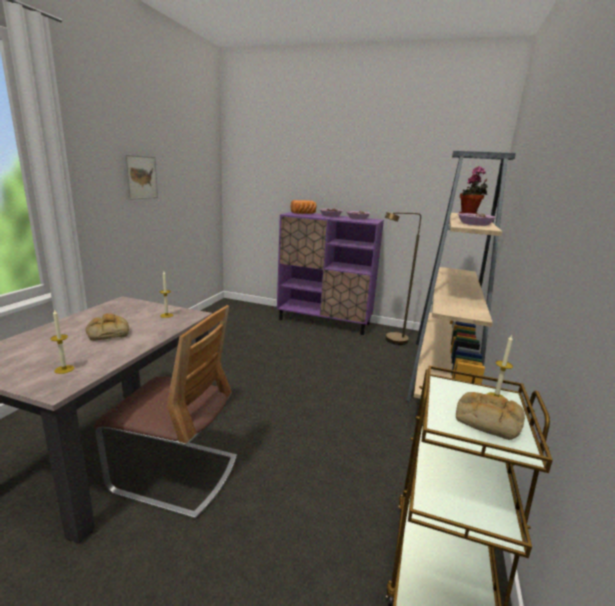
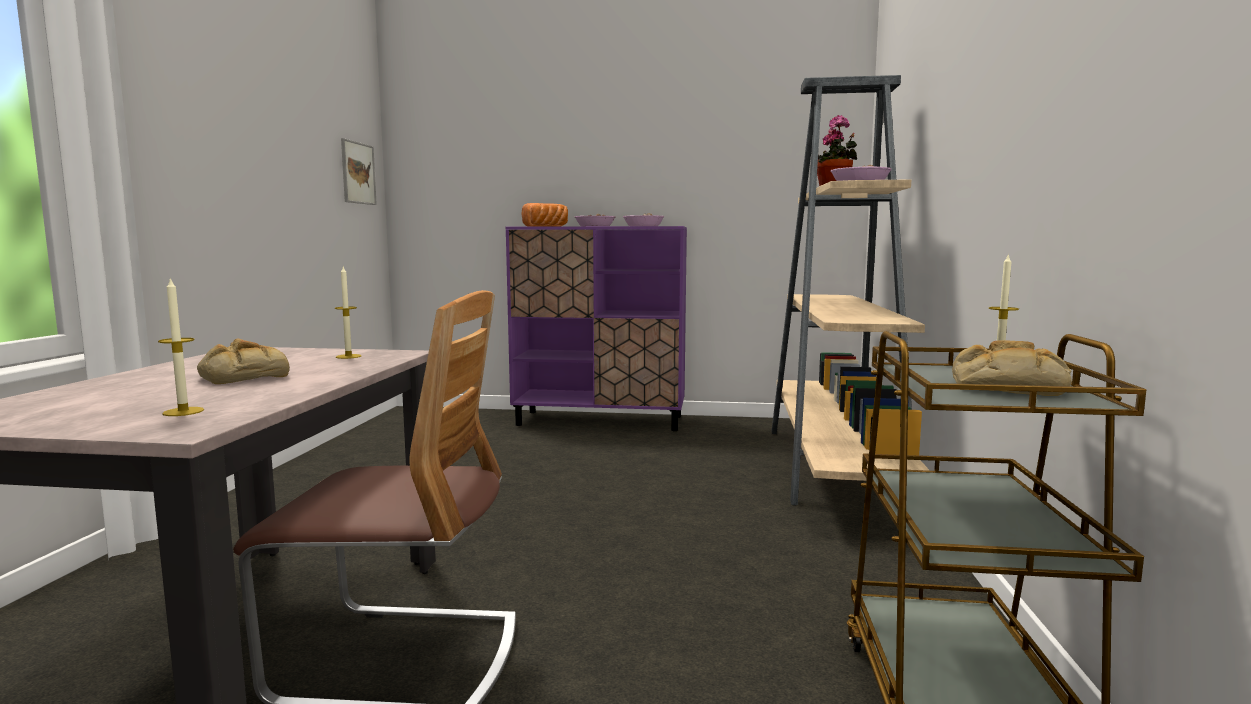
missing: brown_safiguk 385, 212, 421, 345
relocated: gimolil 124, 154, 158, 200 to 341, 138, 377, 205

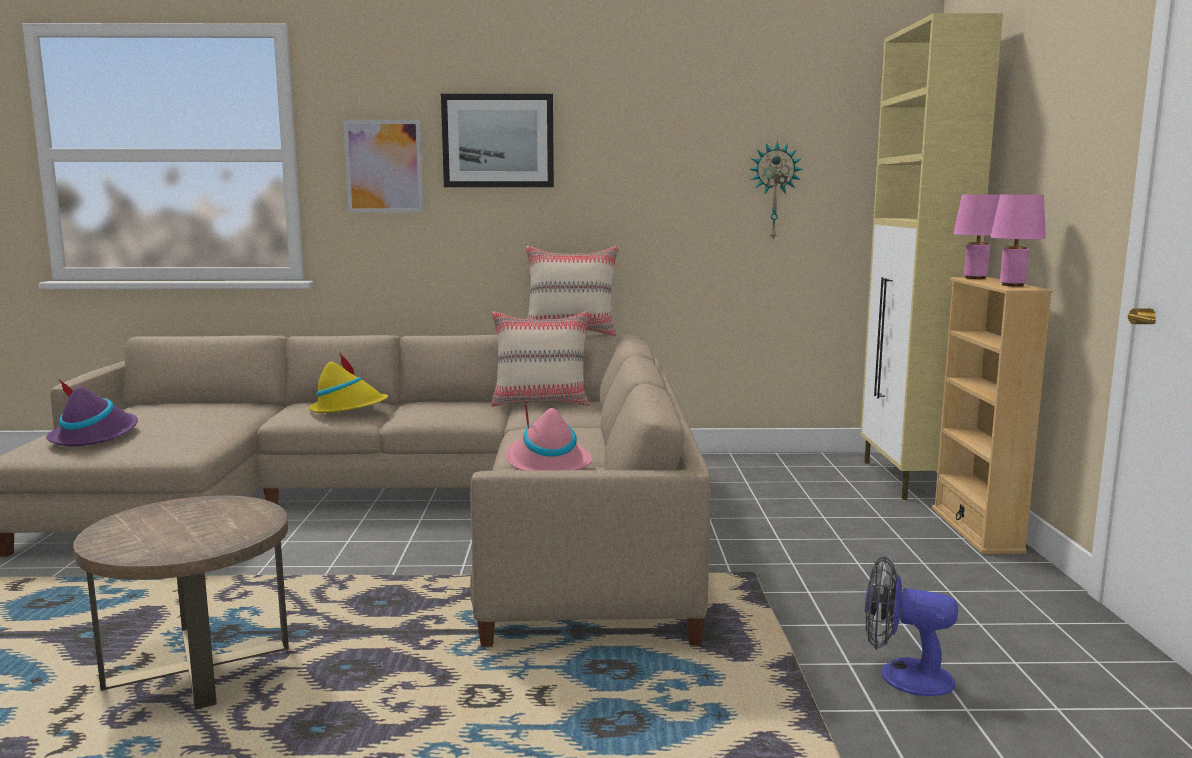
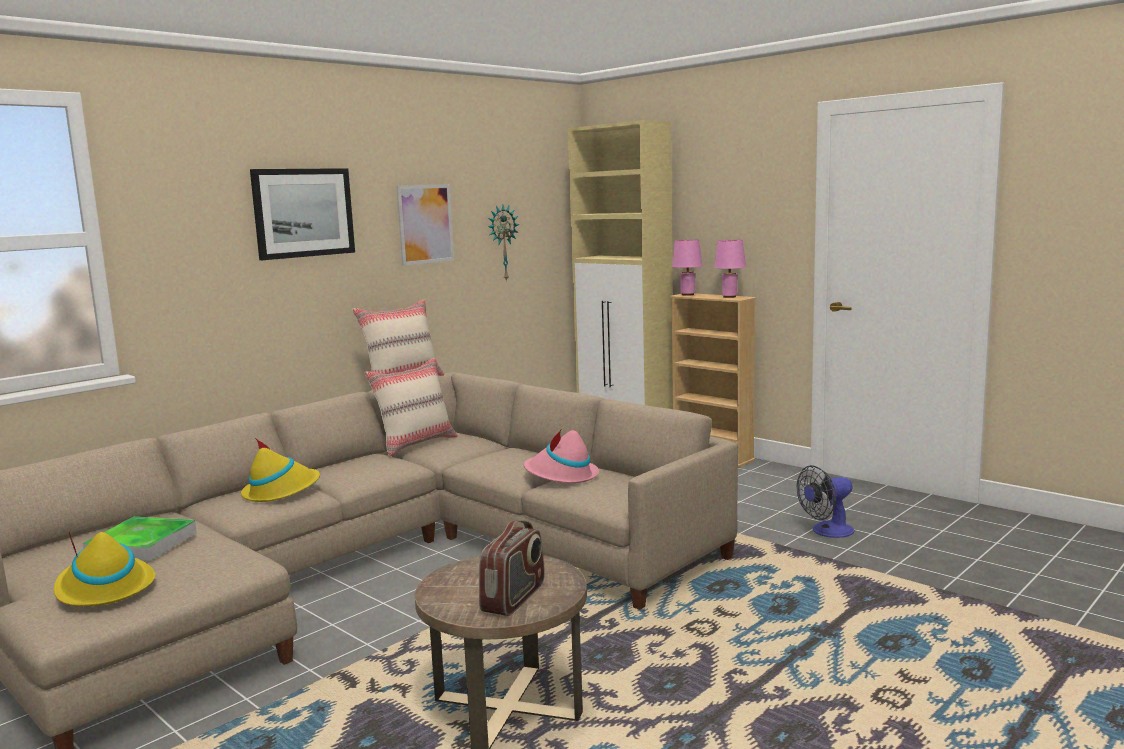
appeared: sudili 83, 517, 197, 562; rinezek 479, 520, 545, 616
relocated: gimolil 343, 120, 424, 213 to 396, 184, 454, 266
colour: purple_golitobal 46, 379, 138, 446 to yellow_golitobal 54, 531, 155, 606

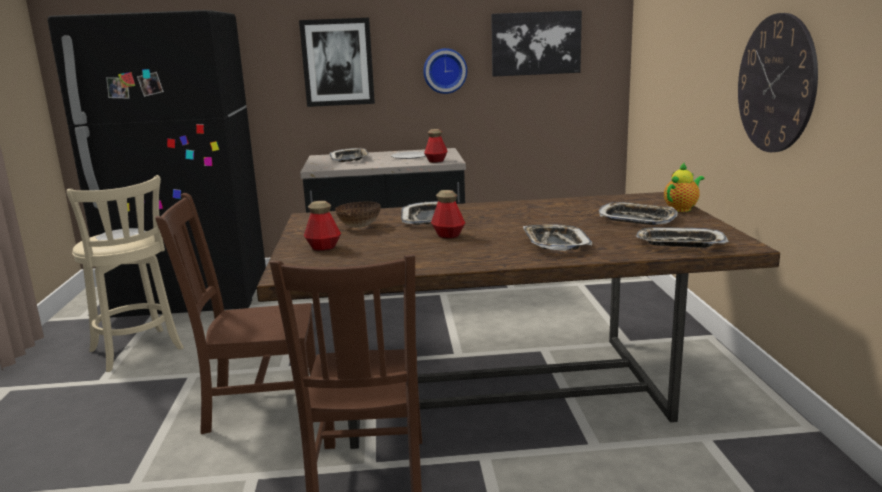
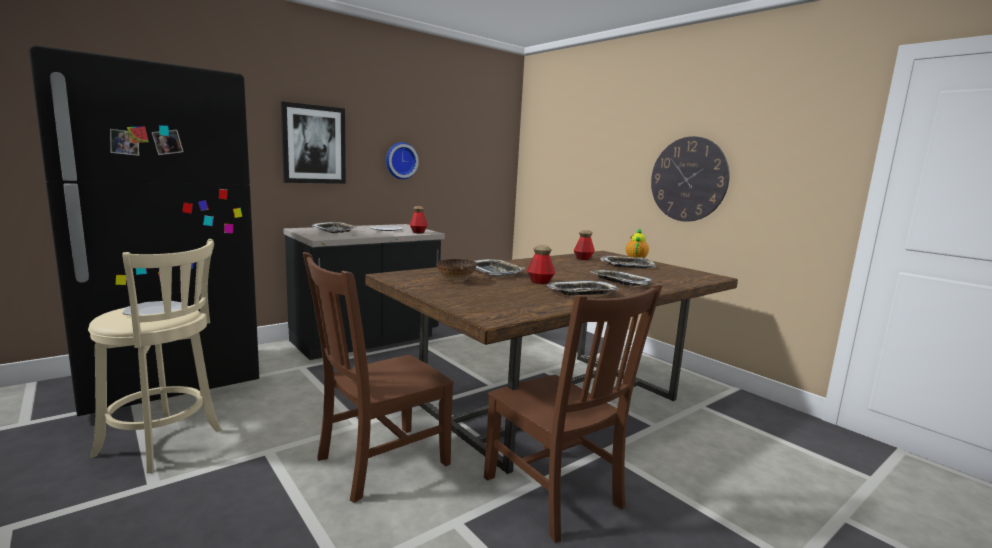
missing: gimolil 491, 10, 582, 77
relocated: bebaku 304, 201, 341, 251 to 574, 230, 595, 260; sudili 636, 227, 729, 248 to 547, 281, 619, 295

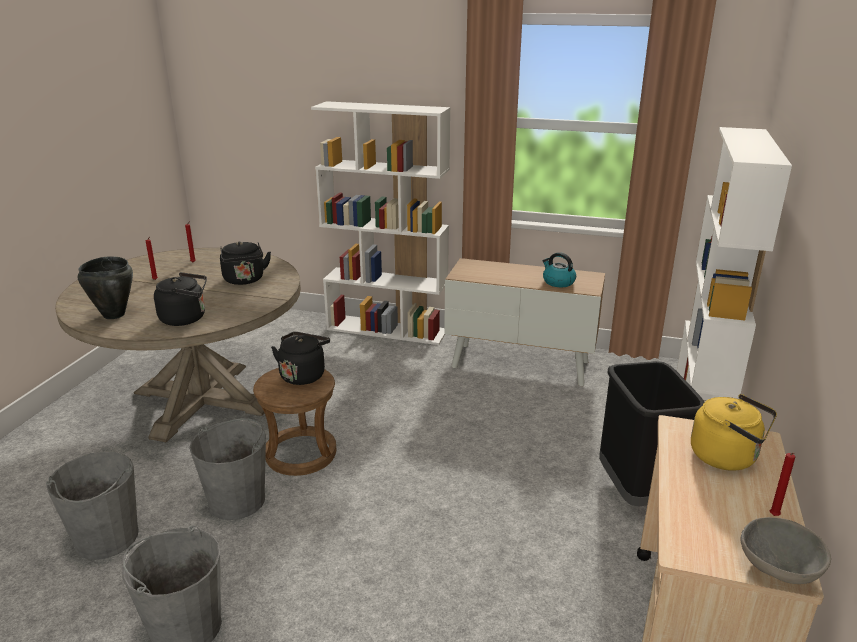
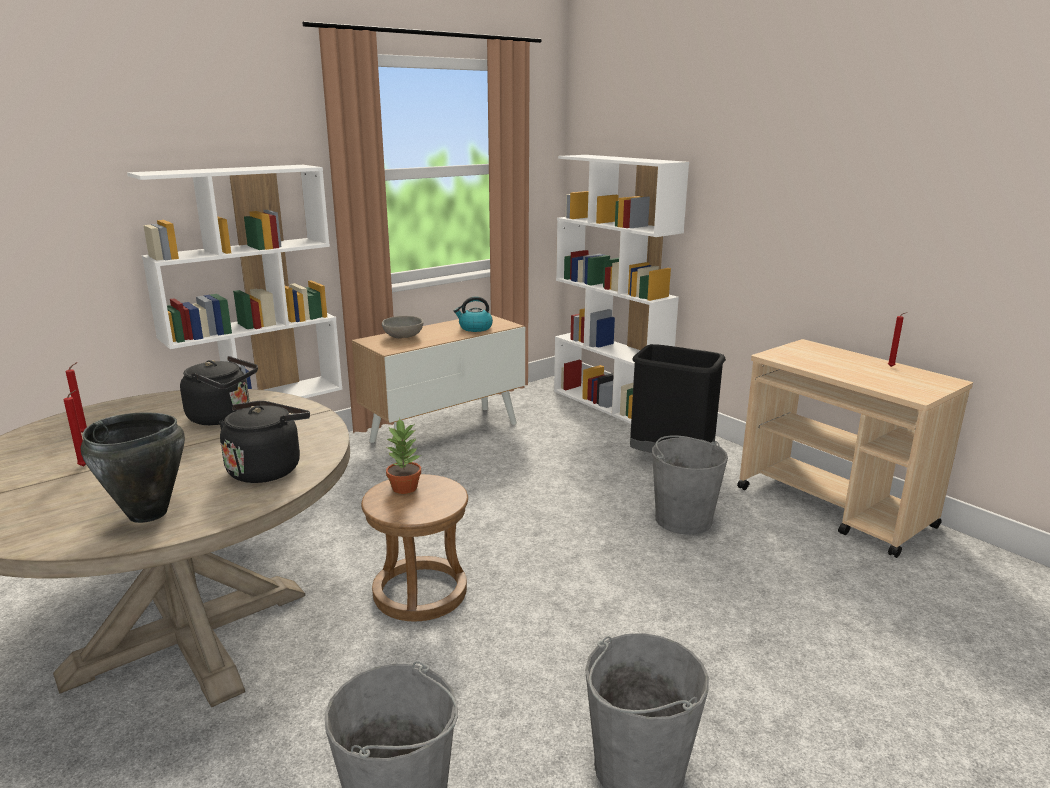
missing: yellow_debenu 691, 394, 777, 471
relocated: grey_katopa 189, 418, 266, 520 to 652, 435, 728, 535; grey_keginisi 740, 517, 831, 584 to 382, 316, 424, 338
exchanged: black_debenu 271, 332, 330, 385 to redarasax 386, 418, 421, 494

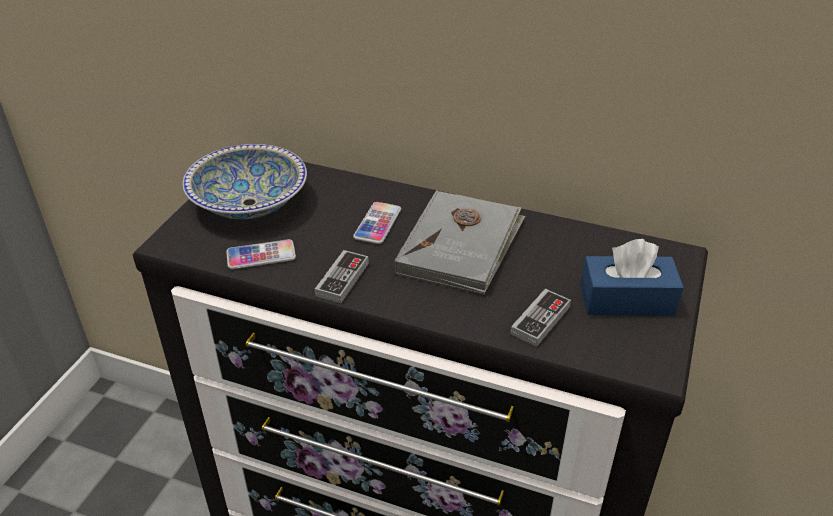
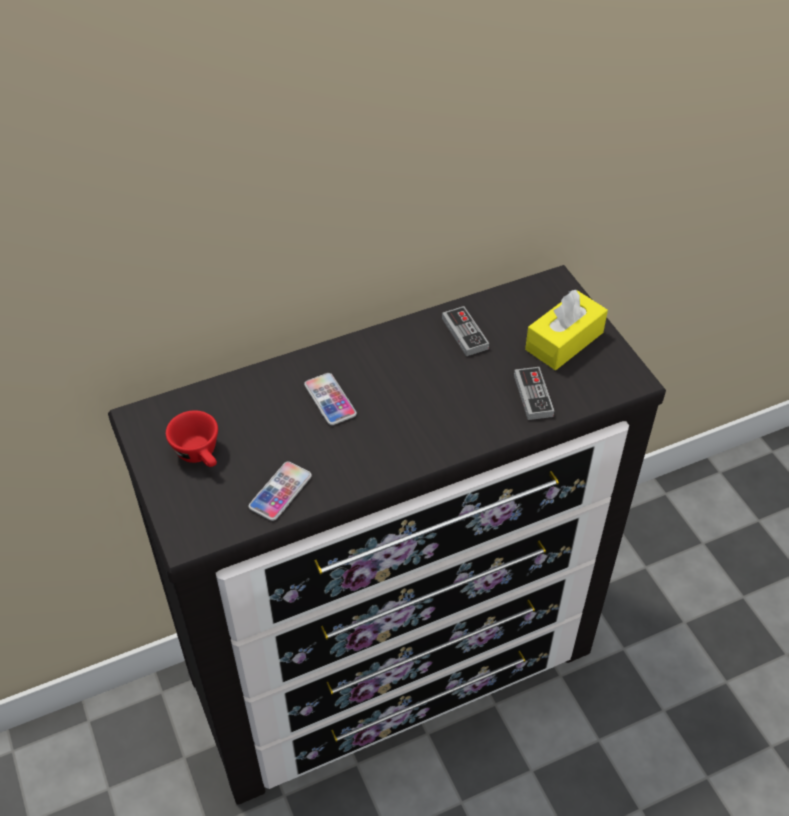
missing: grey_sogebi 393, 190, 525, 295
relocated: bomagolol 315, 250, 369, 303 to 442, 306, 489, 356
exchanged: keginisi 183, 144, 307, 219 to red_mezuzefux 166, 410, 218, 467
colour: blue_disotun 580, 239, 684, 316 to yellow_disotun 525, 290, 608, 370

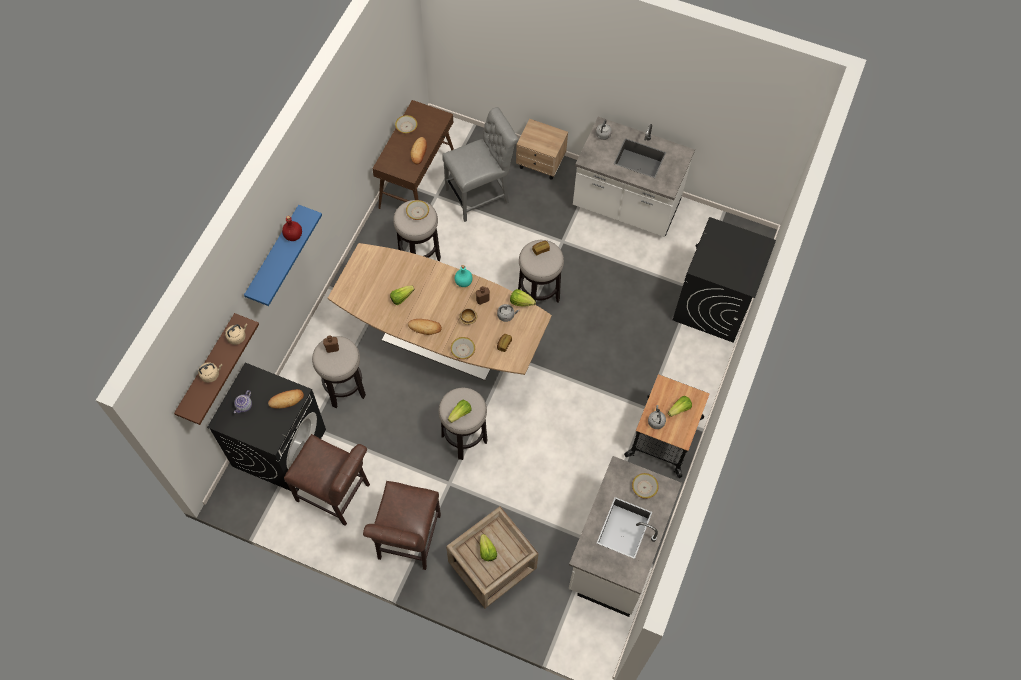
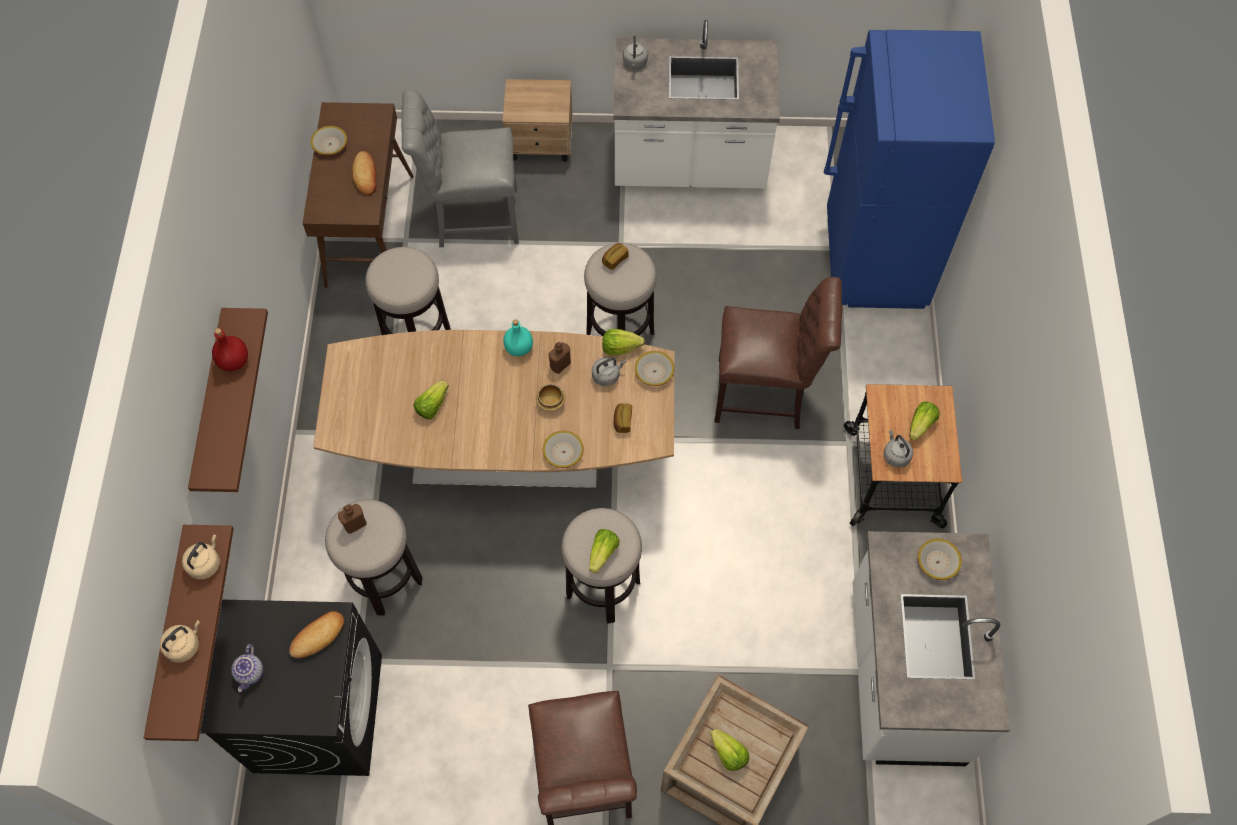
missing: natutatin 408, 319, 442, 335
relocated: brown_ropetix 284, 434, 370, 526 to 715, 277, 842, 429; keginisi 406, 200, 429, 220 to 635, 351, 674, 386
exchanged: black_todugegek 673, 217, 776, 343 to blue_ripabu 824, 30, 995, 309
colour: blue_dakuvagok 244, 205, 322, 306 to brown_dakuvagok 188, 308, 268, 492
spun: grey_ropetix 442, 107, 519, 222 = 401, 90, 519, 247 135 degrees counterclockwise

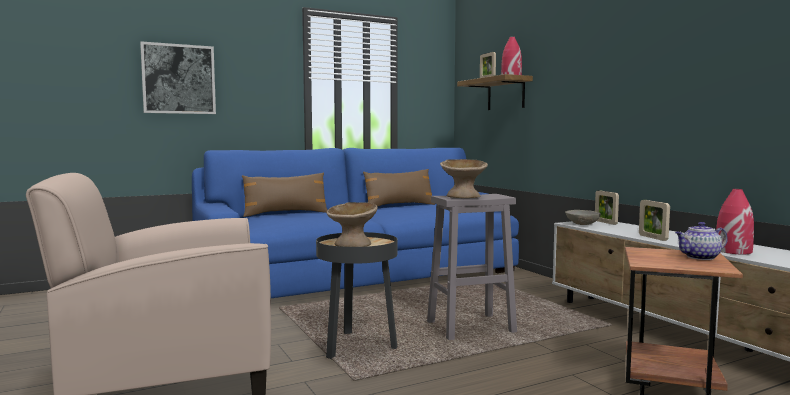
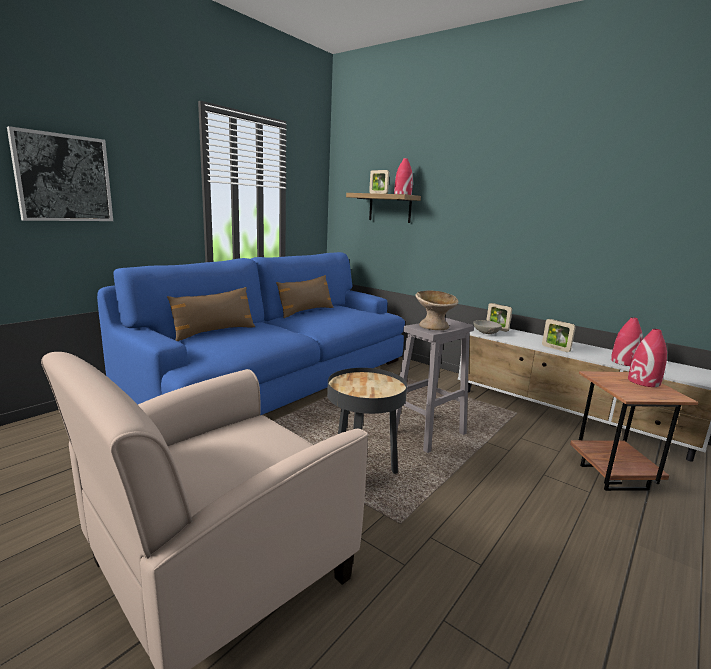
missing: beige_keginisi 327, 202, 378, 247
exchanged: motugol 675, 222, 728, 260 to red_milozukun 628, 329, 667, 387

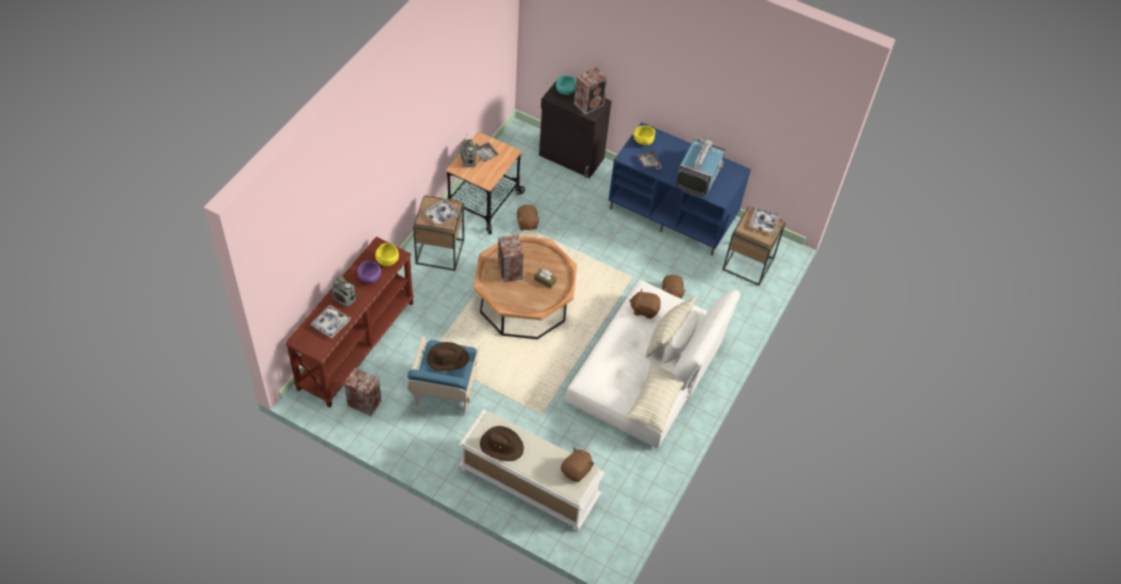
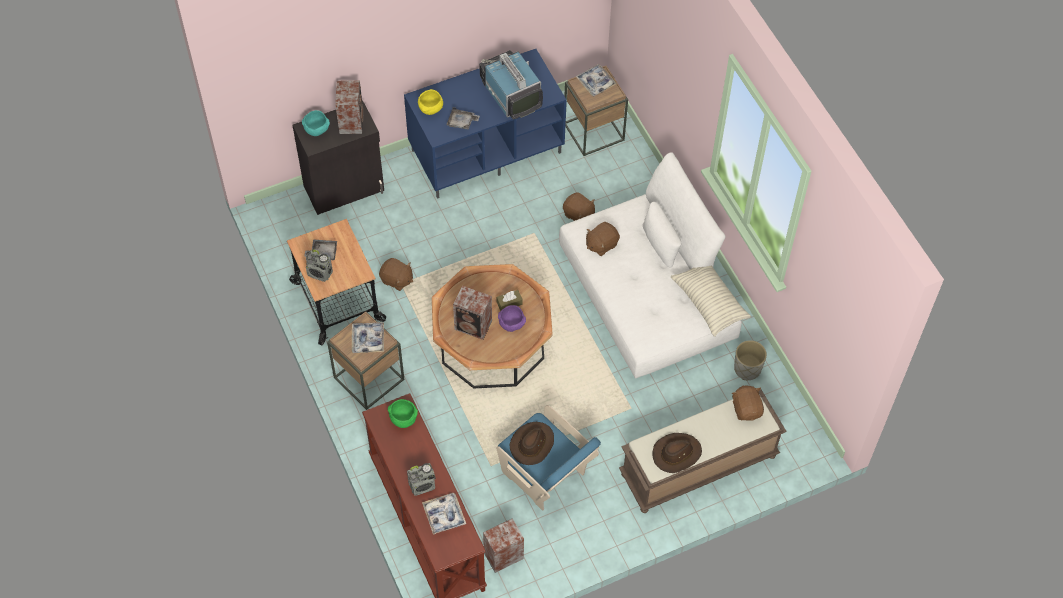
missing: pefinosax 646, 296, 697, 358
appeared: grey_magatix 734, 340, 767, 380
relocated: purple_keginisi 358, 261, 381, 284 to 498, 305, 526, 332
colour: yellow_keginisi 375, 243, 399, 266 to green_keginisi 388, 399, 418, 428; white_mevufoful 459, 410, 605, 531 to brown_mevufoful 619, 389, 787, 513

